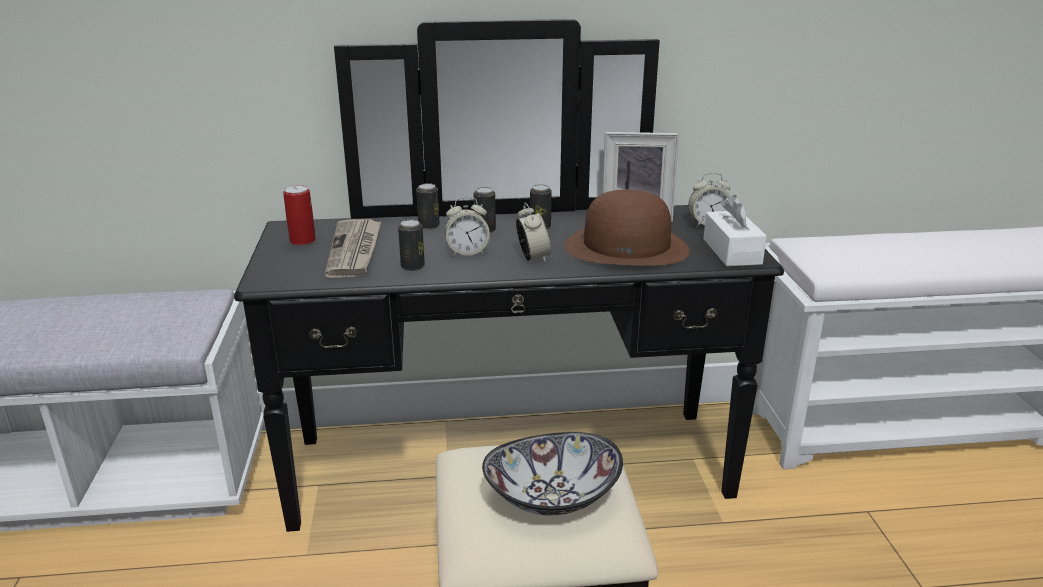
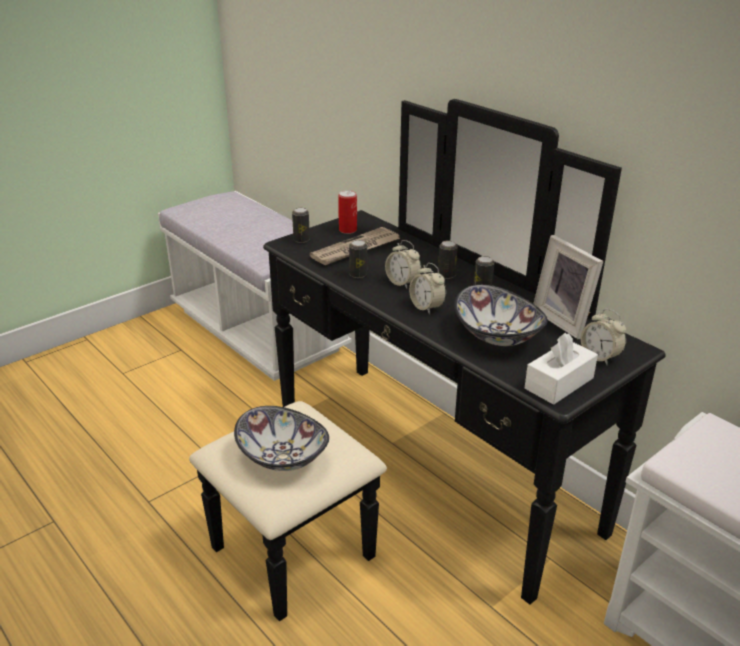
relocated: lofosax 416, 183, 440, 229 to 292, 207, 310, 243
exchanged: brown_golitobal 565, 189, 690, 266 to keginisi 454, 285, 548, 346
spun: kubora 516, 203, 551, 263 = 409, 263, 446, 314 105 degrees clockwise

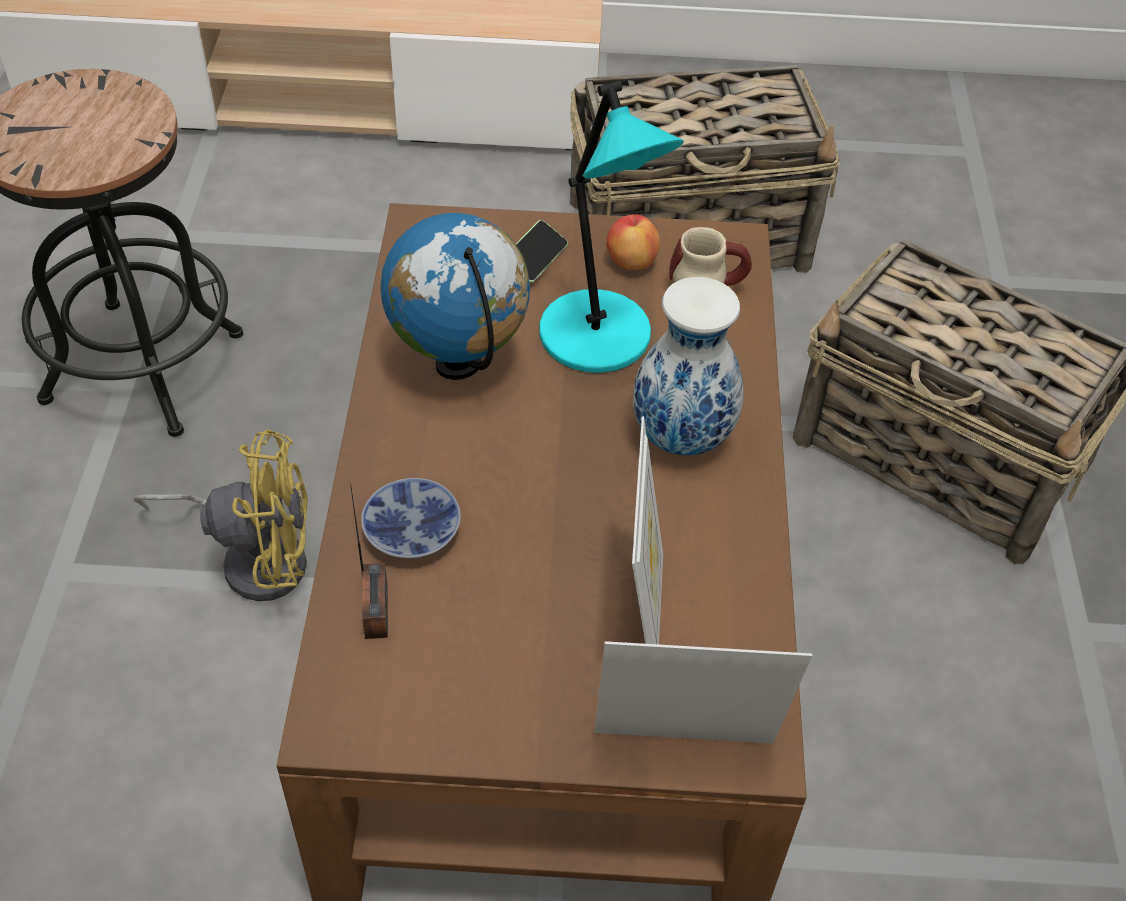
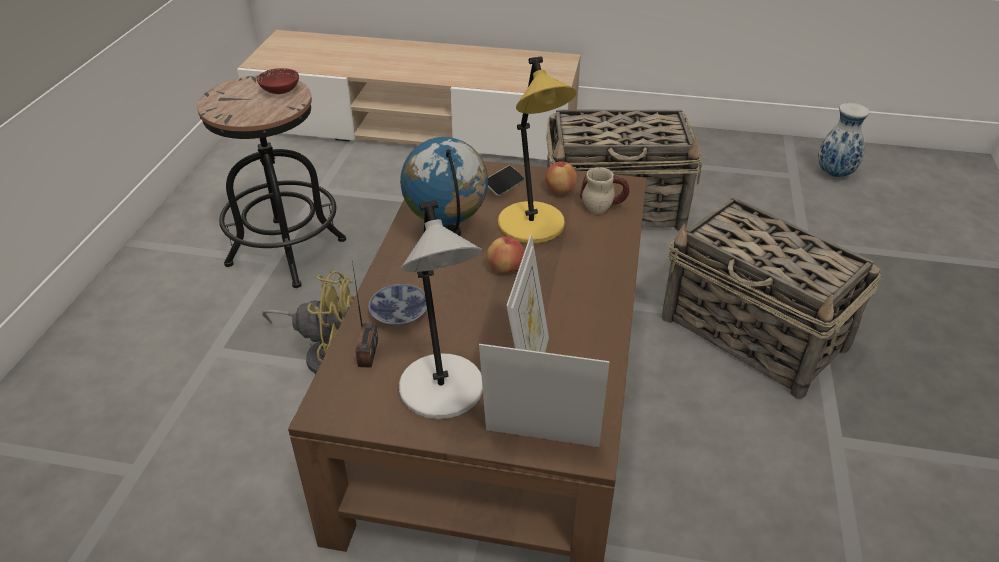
appeared: red_keginisi 257, 68, 299, 94; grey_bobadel 399, 200, 483, 419; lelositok 487, 236, 524, 273
relocated: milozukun 633, 277, 744, 455 to 818, 103, 870, 178
colour: turquoise_bobadel 540, 81, 684, 373 to yellow_bobadel 498, 56, 577, 243

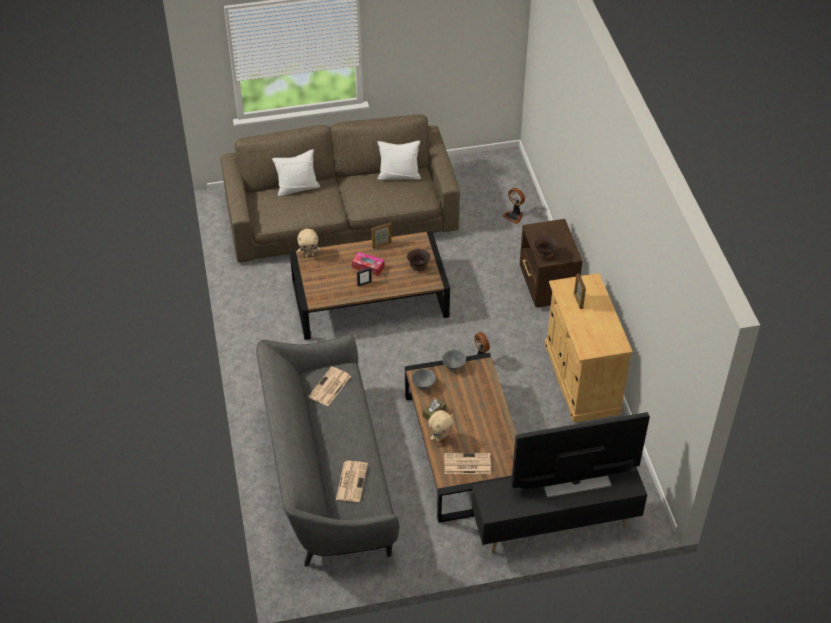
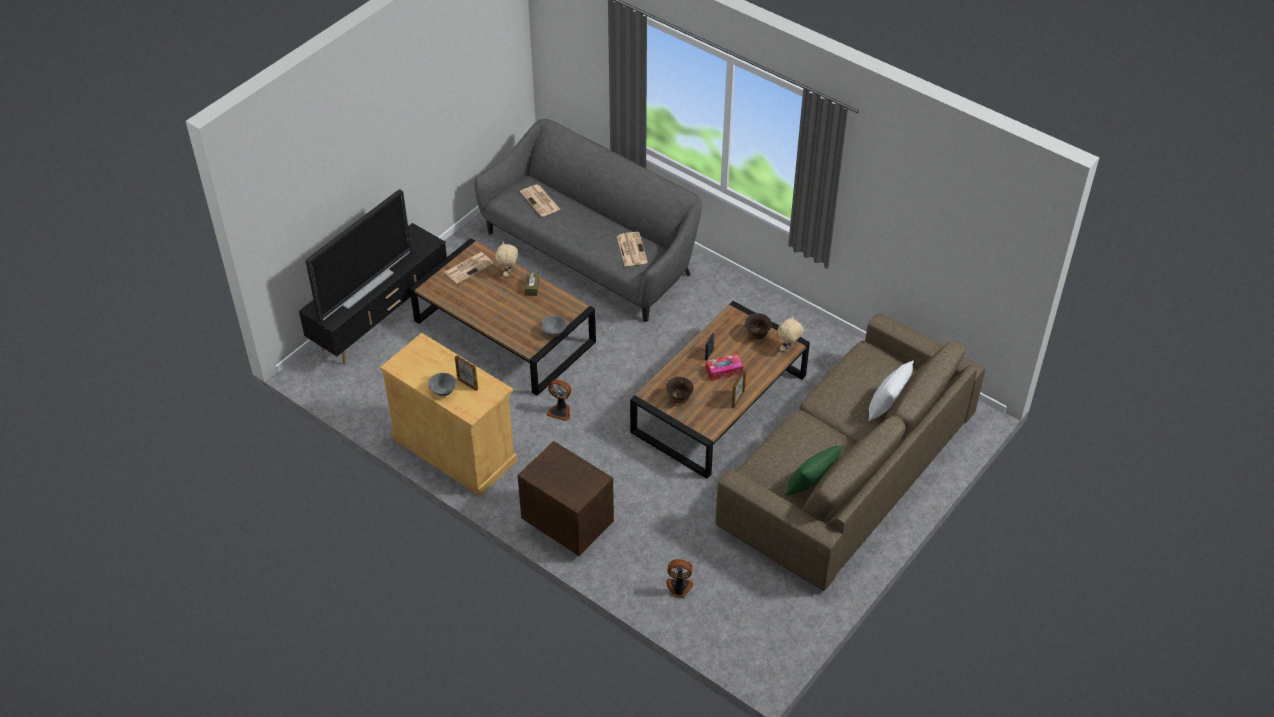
relocated: grey_keginisi 411, 369, 436, 390 to 428, 373, 456, 396; brown_keginisi 535, 237, 558, 259 to 745, 313, 772, 339
colour: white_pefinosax 378, 141, 421, 180 to green_pefinosax 785, 445, 843, 496

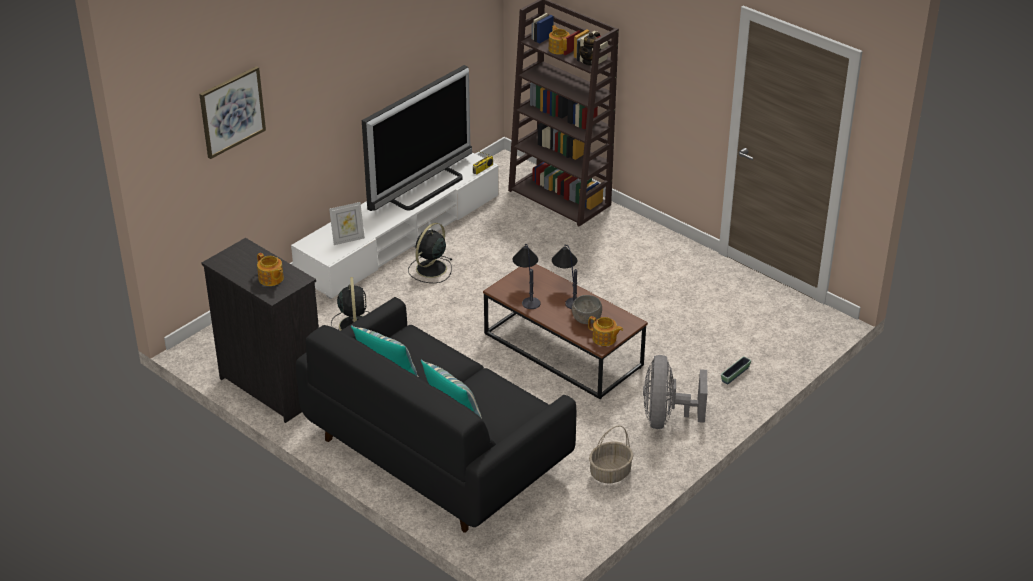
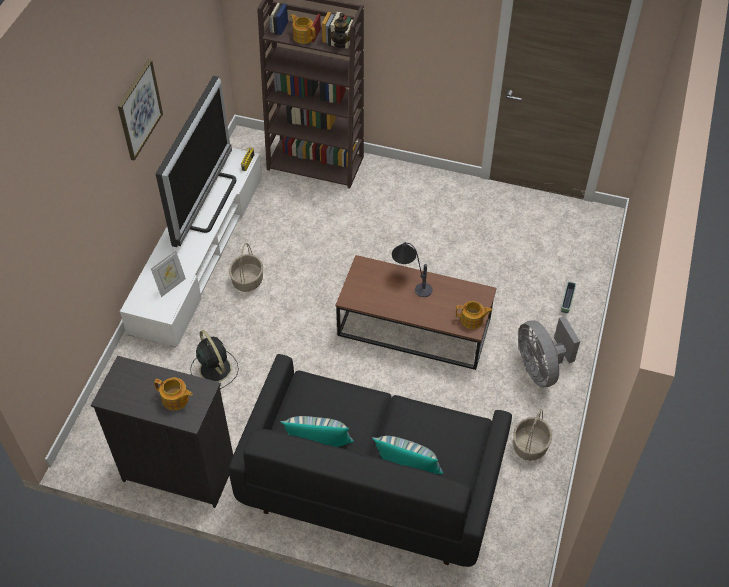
missing: bobadel 513, 244, 541, 309; grey_keginisi 572, 295, 602, 324
relocated: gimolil 199, 66, 266, 159 to 118, 59, 163, 161
exchanged: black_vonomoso 408, 223, 453, 283 to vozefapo 229, 243, 263, 292

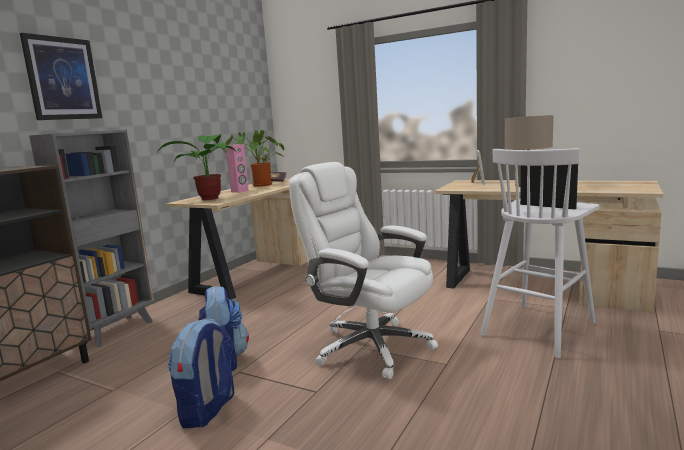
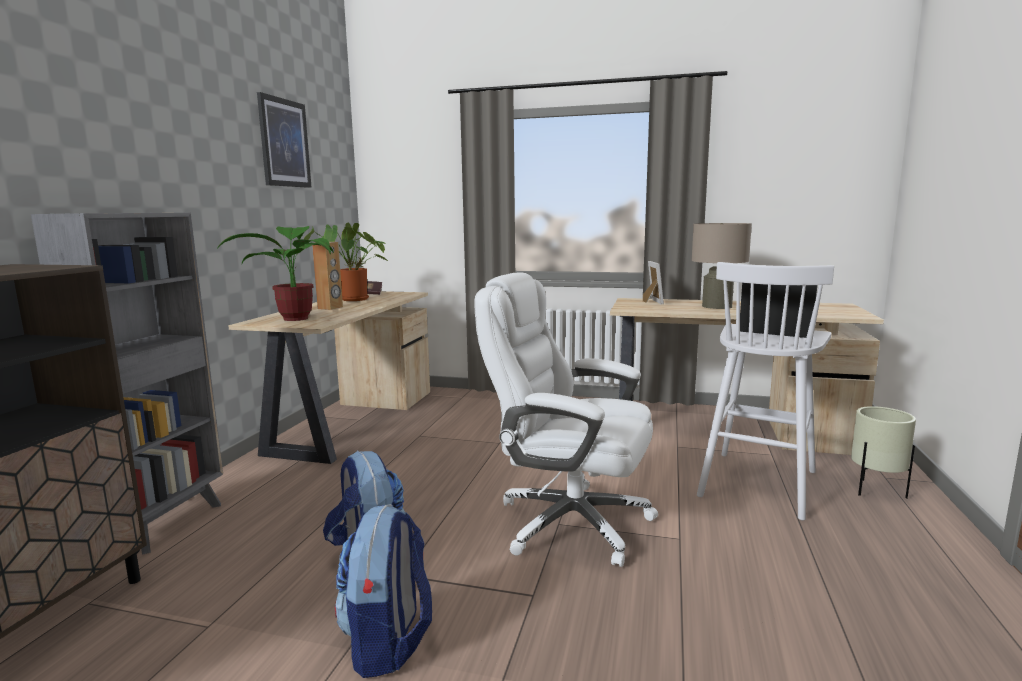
appeared: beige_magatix 851, 406, 916, 499
relocated: gimolil 20, 33, 102, 120 to 257, 92, 312, 188
colour: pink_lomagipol 226, 144, 249, 193 to brown_lomagipol 312, 242, 343, 310

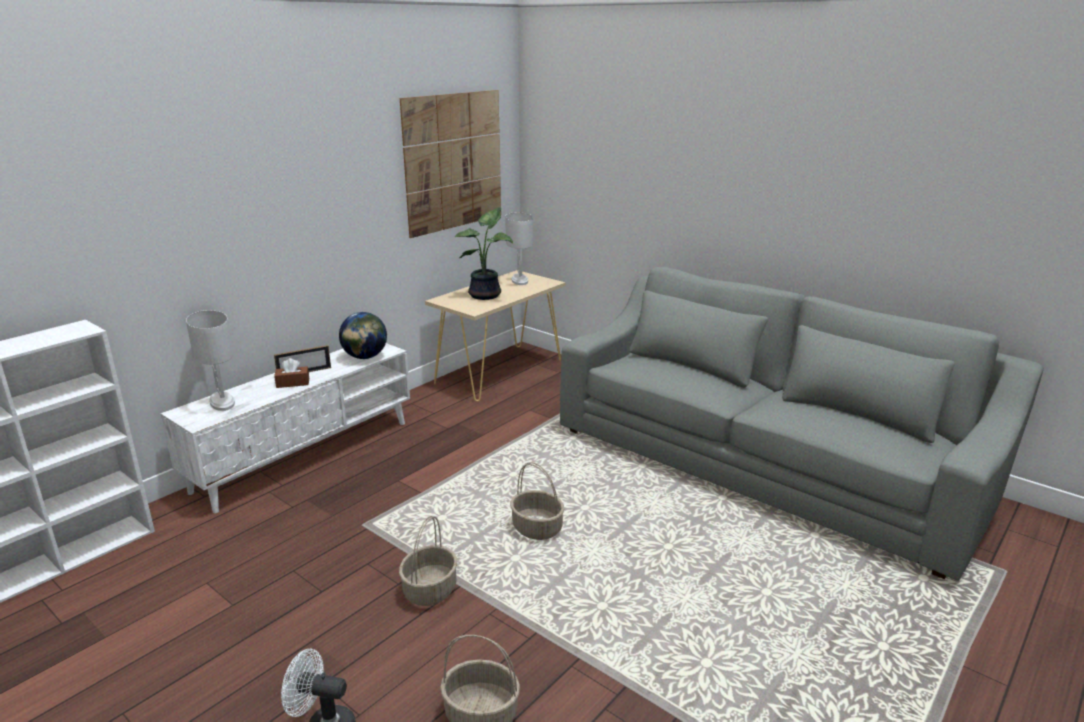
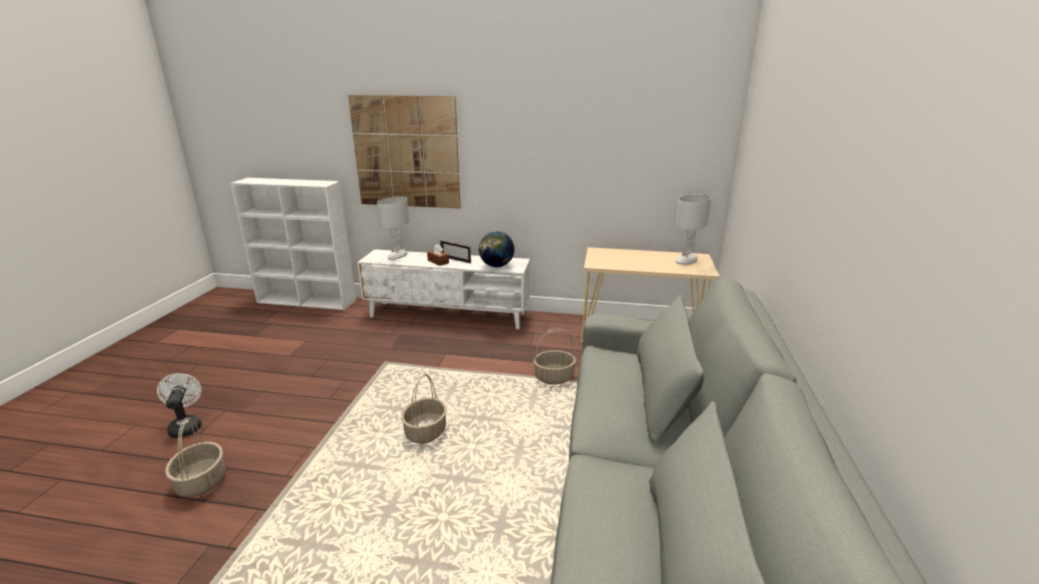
missing: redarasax 455, 208, 513, 300
relocated: vozefapo 399, 516, 457, 606 to 533, 329, 576, 385; gimolil 400, 90, 501, 238 to 348, 95, 461, 209

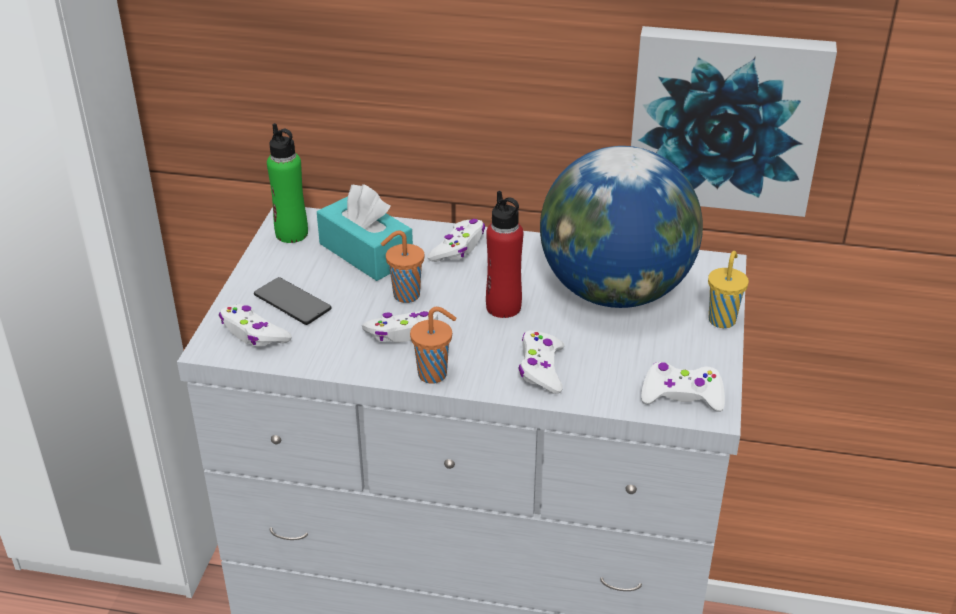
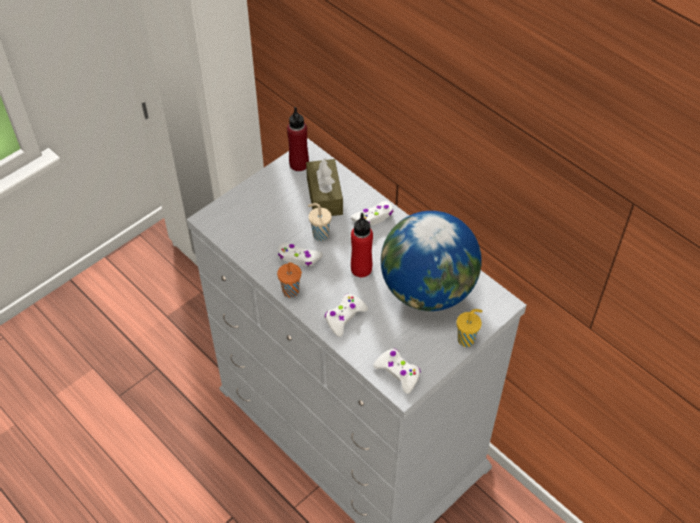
missing: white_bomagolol 219, 304, 292, 347; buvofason 254, 277, 331, 325; gimolil 631, 26, 837, 217
colour: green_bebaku 267, 123, 308, 243 to red_bebaku 287, 107, 309, 171; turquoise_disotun 317, 184, 413, 281 to brown_disotun 306, 159, 343, 216; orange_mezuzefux 381, 231, 424, 303 to beige_mezuzefux 308, 203, 332, 241

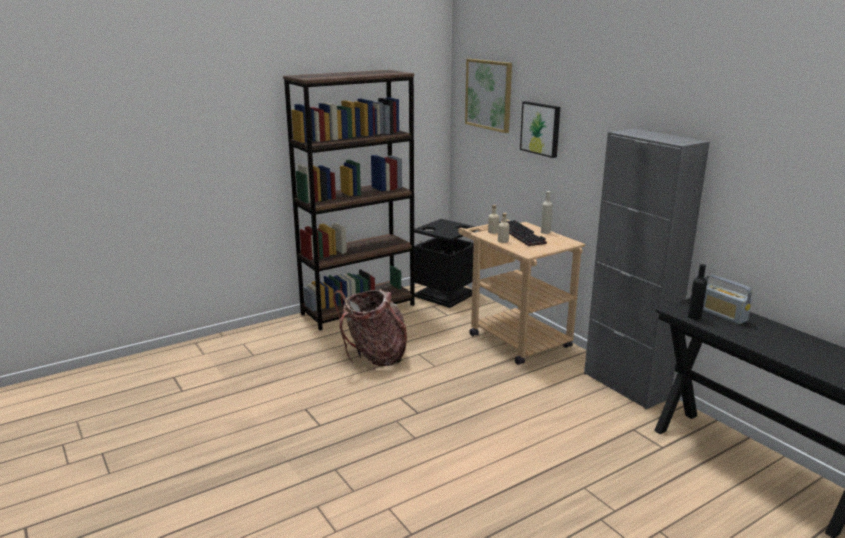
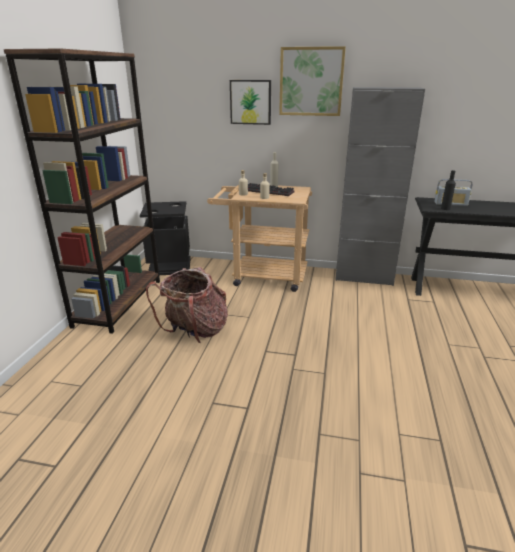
relocated: gimolil 465, 59, 512, 133 to 279, 46, 346, 116

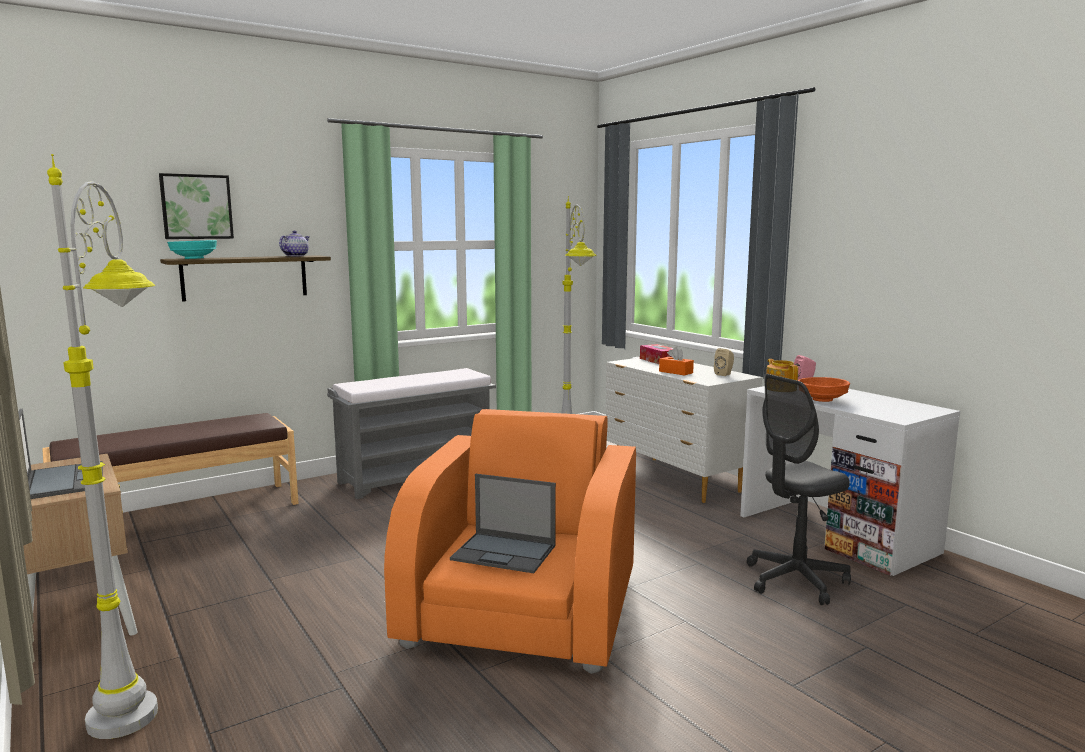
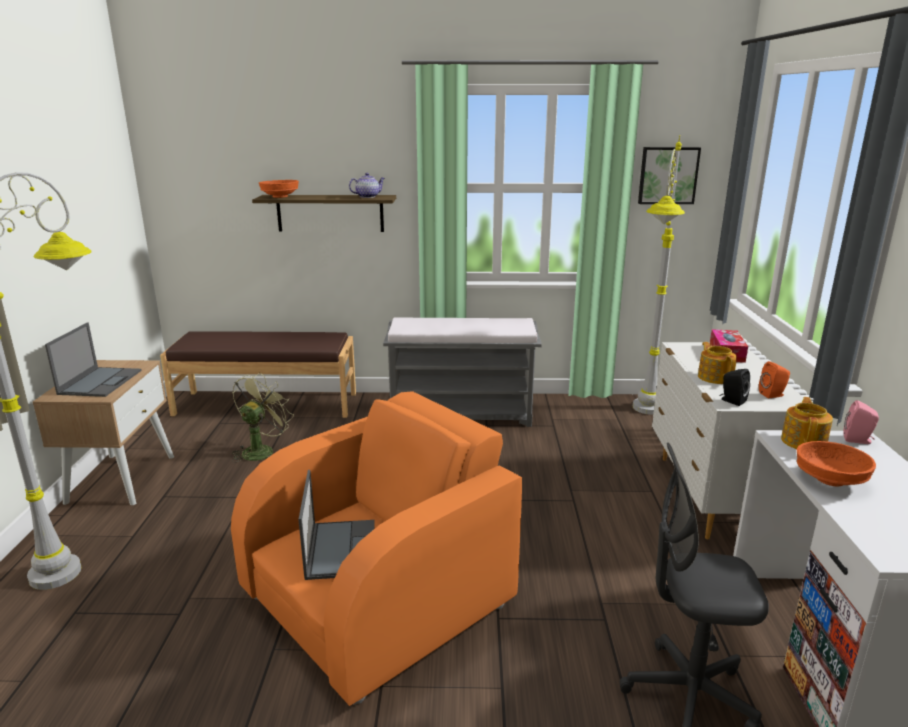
appeared: green_vonomoso 232, 373, 294, 463; black_lomagipol 720, 369, 750, 406
relocated: gimolil 159, 173, 234, 239 to 638, 147, 701, 204
exchanged: orange_disotun 659, 347, 694, 376 to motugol 698, 342, 737, 384
colour: turquoise_keginisi 167, 240, 217, 259 to orange_keginisi 259, 180, 299, 198; beige_lomagipol 714, 348, 734, 376 to orange_lomagipol 759, 361, 790, 398
spun: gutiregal 450, 474, 556, 573 = 298, 470, 375, 580 150 degrees counterclockwise

